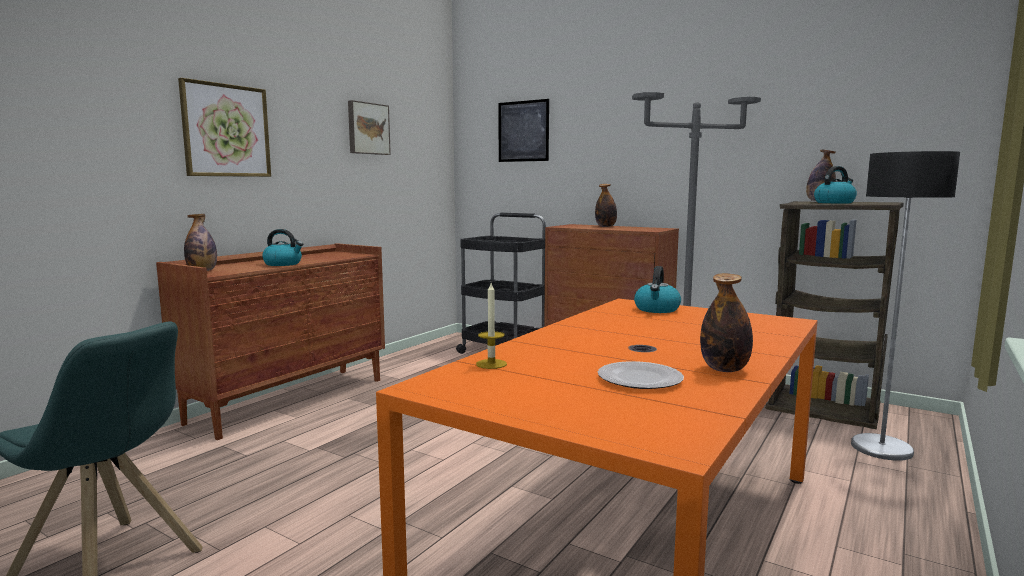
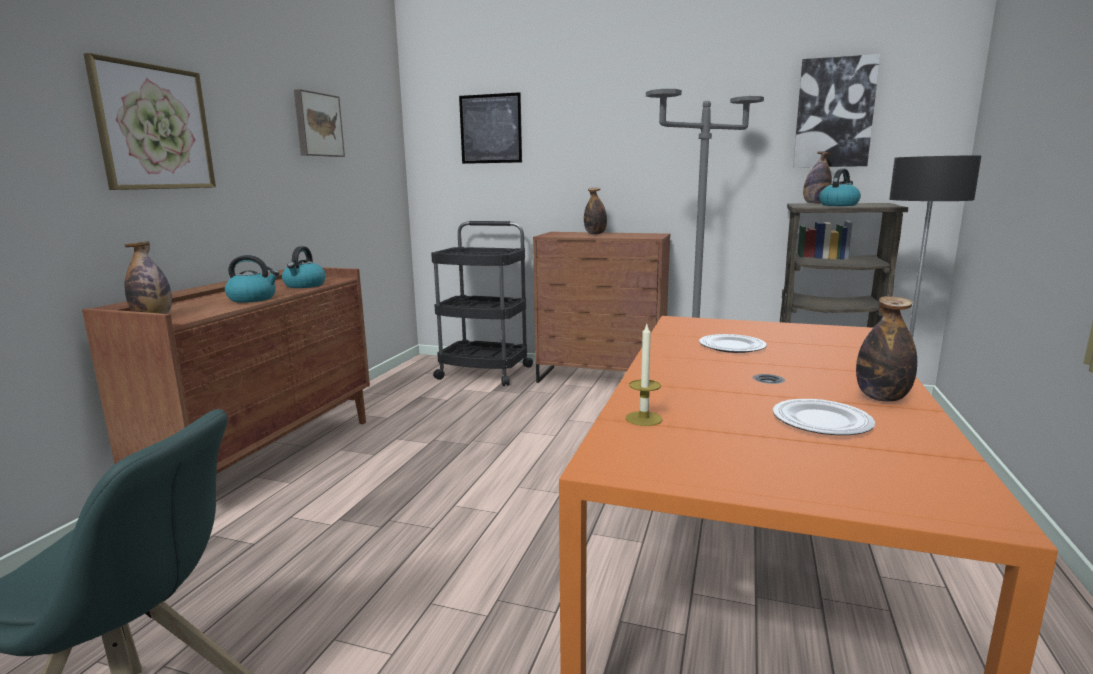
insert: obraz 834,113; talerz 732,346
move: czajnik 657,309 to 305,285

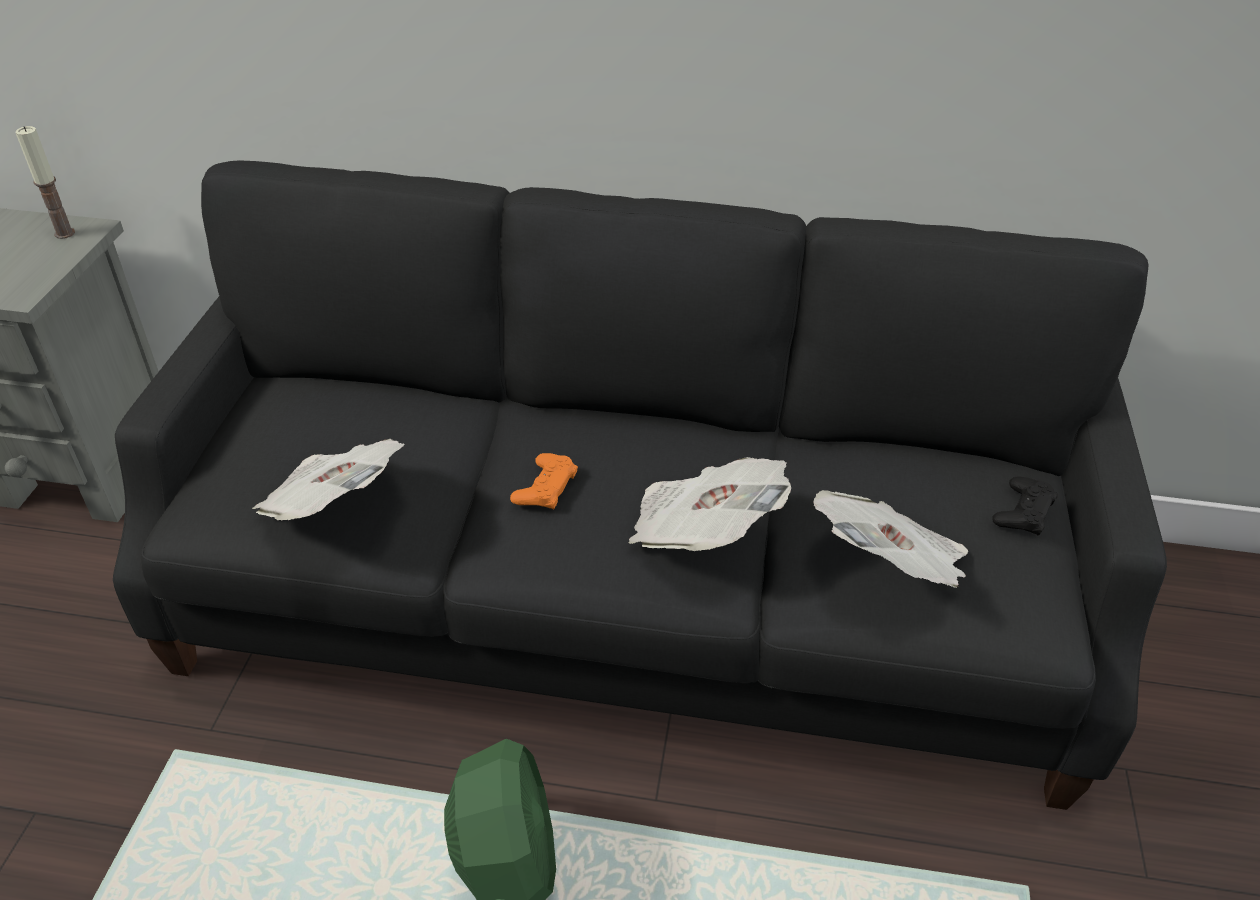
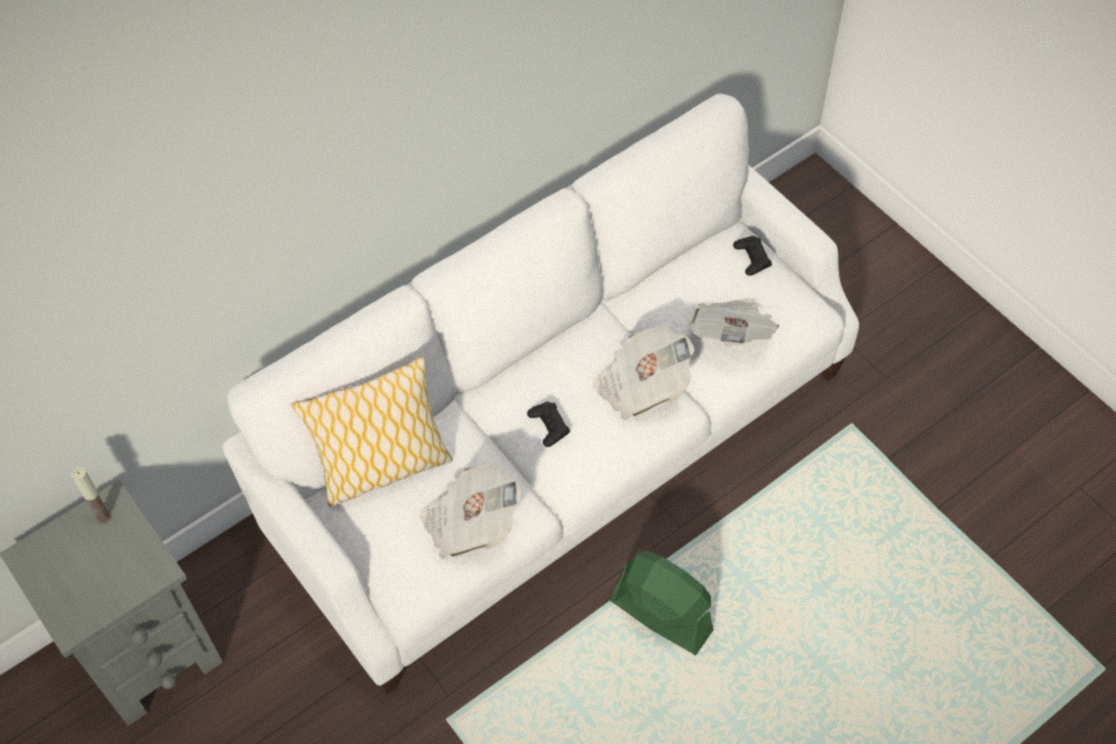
insert: poduszka 383,468
recolor: kanapa (czarny) 628,607 to kanapa (biały) 559,450; pad do gier (pomarańczowy) 545,487 to pad do gier (czarny) 549,426

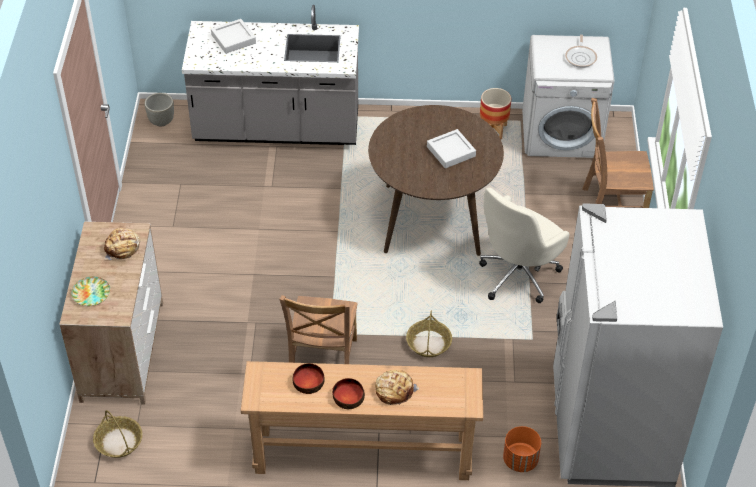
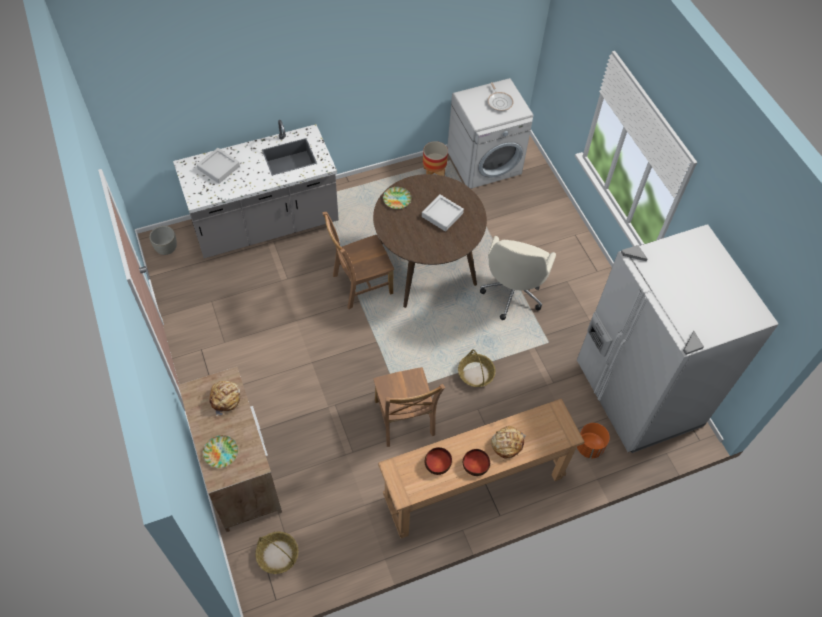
insert: talerz 397,199
move: krzesło (brązowy) 610,206 to 360,285

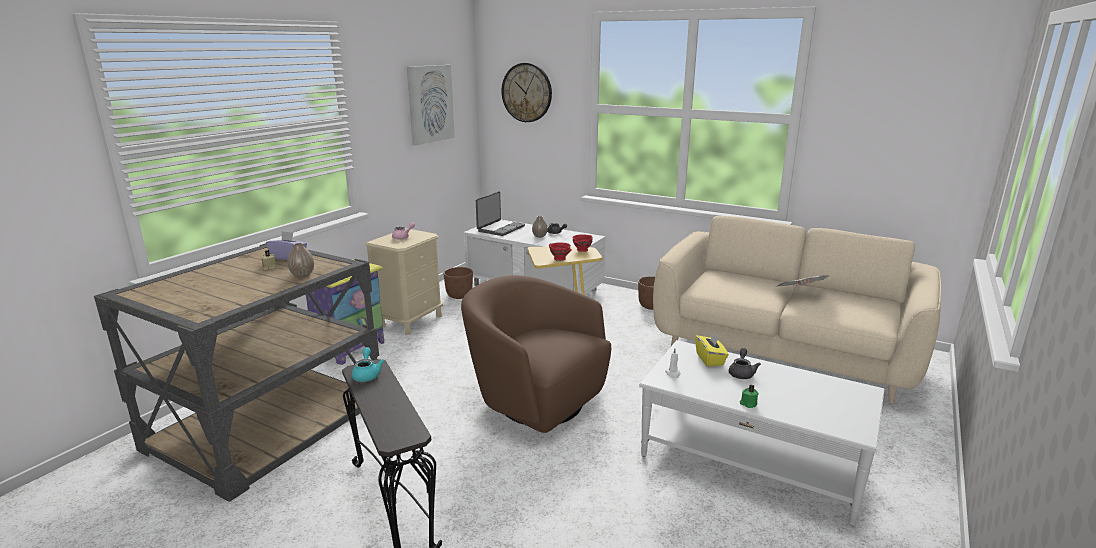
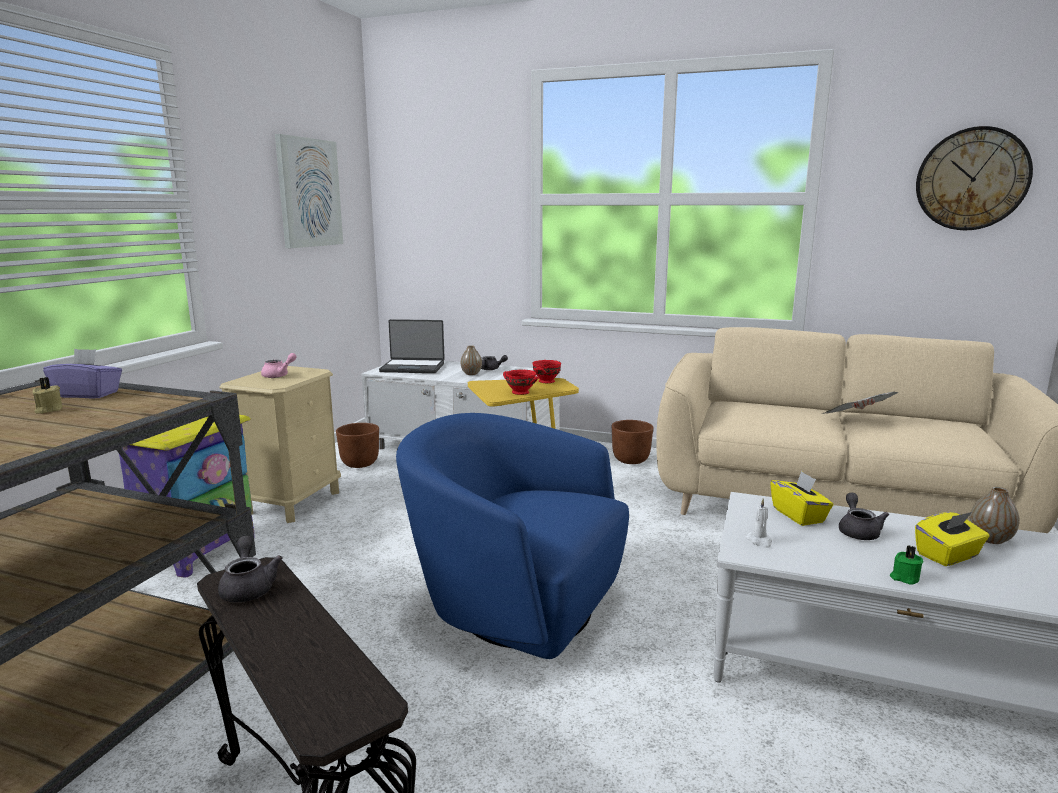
insert: pudełko chusteczek (żółty) 948,555
move: zegar ścienny 527,92 to 971,179; wazon 302,275 to 990,539
recolor: fotel (brązowy) 534,400 to fotel (niebieski) 514,606; imbryk (turkusowy) 367,374 to imbryk (szary) 248,587
rotate: laptop 500,228 = 413,367 75 degrees clockwise

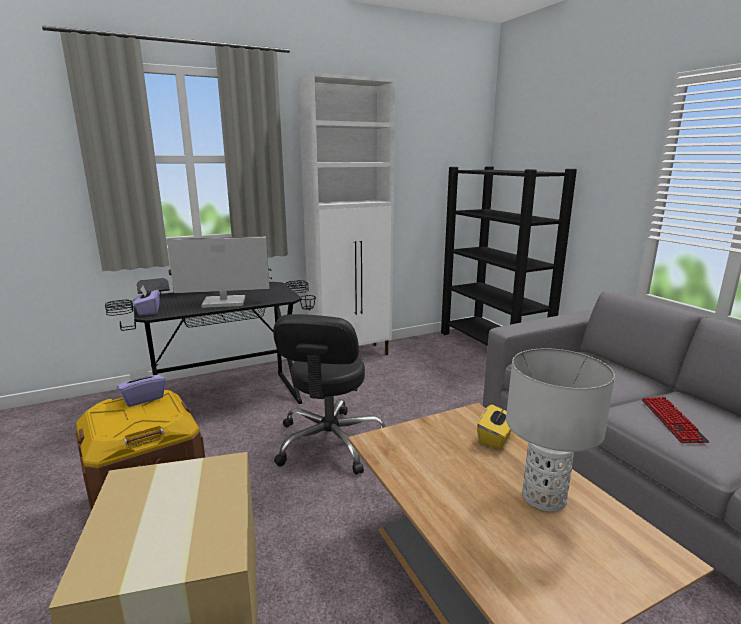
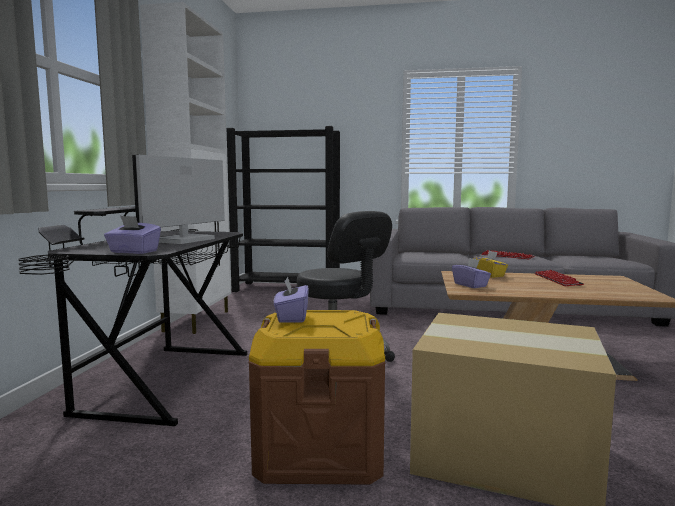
insert: pudełko chusteczek (fioletowy) 470,285
replace: lampa stołowa (biały) 544,497 to klawiatura 557,280

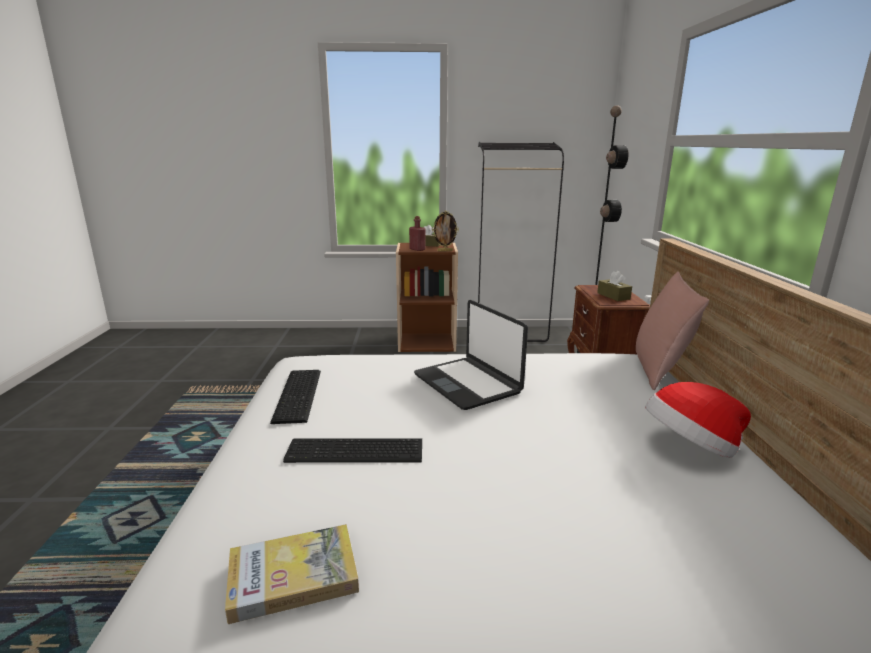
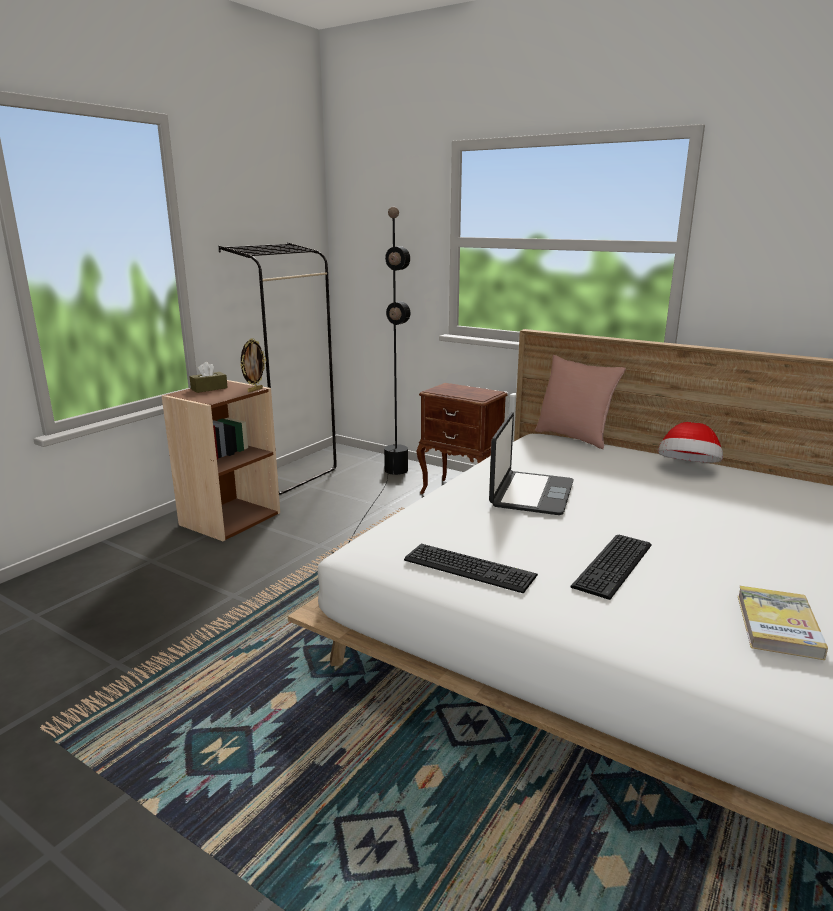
delete: butelka (czerwony) 417,249; pudełko chusteczek (brązowy) 613,296
rotate: laptop 468,383 = 531,494 75 degrees counterclockwise

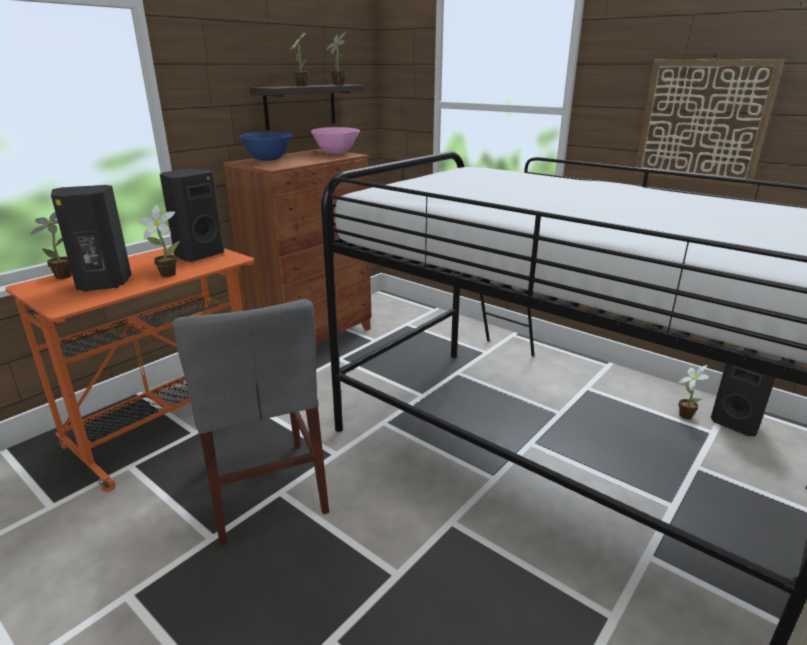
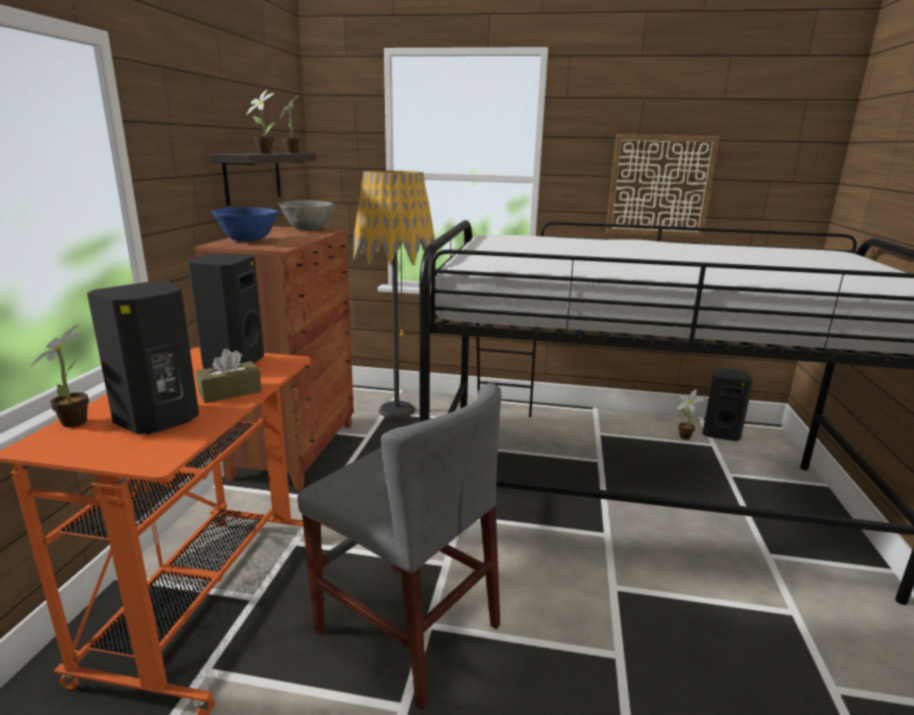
insert: lampa stojąca 396,410
replace: roślina doniczkowa 166,274 to pudełko chusteczek (brązowy) 230,392
recolor: miska (różowy) 336,153 to miska (szary) 309,230

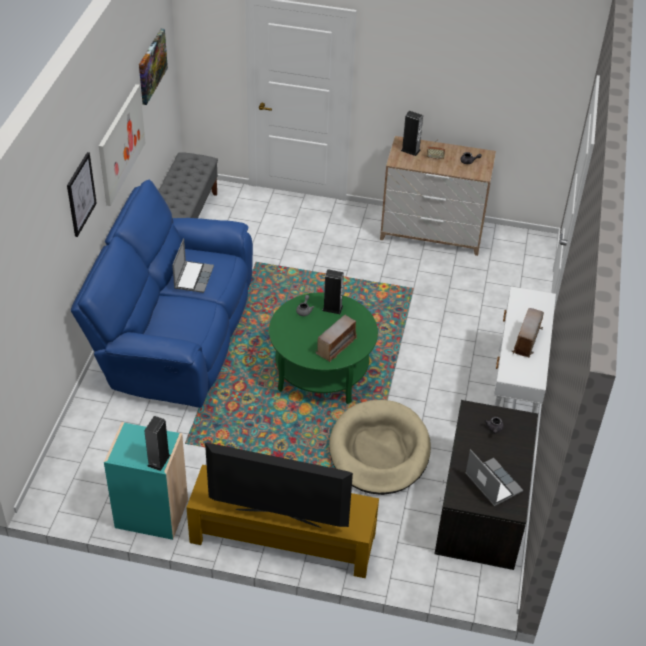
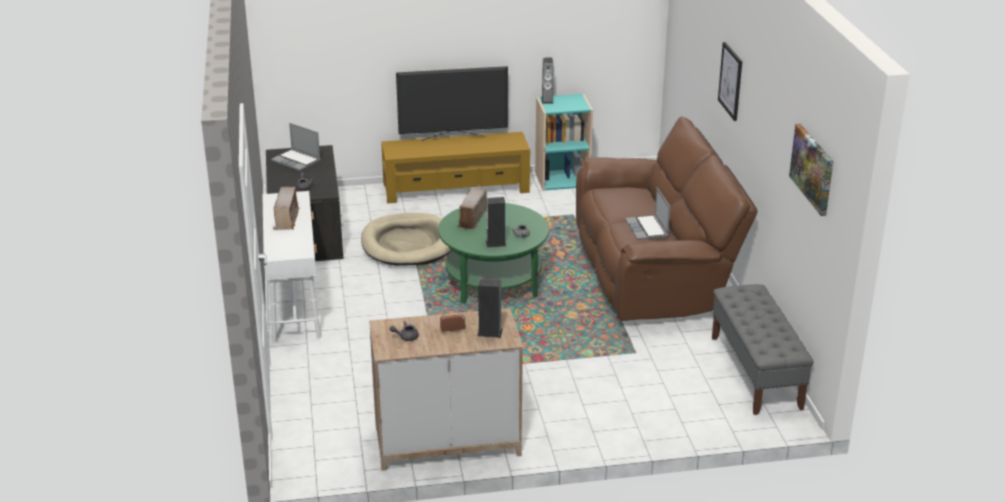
delete: obraz 121,144
recolor: kanapa (niebieski) 174,336 to kanapa (brązowy) 654,273

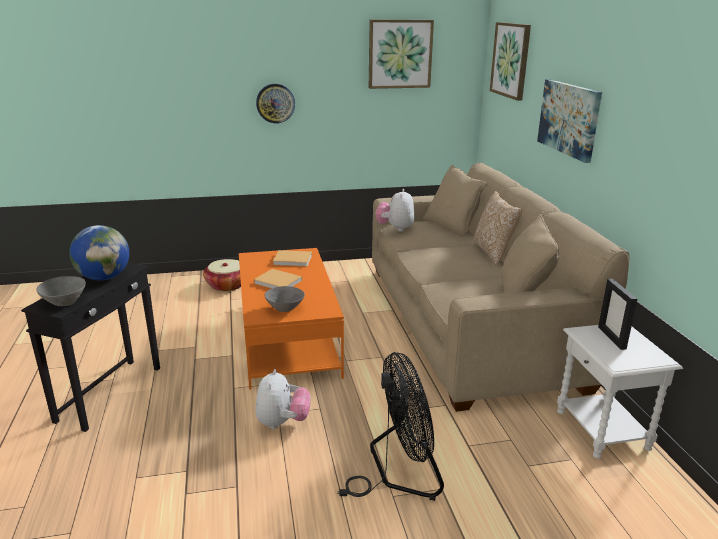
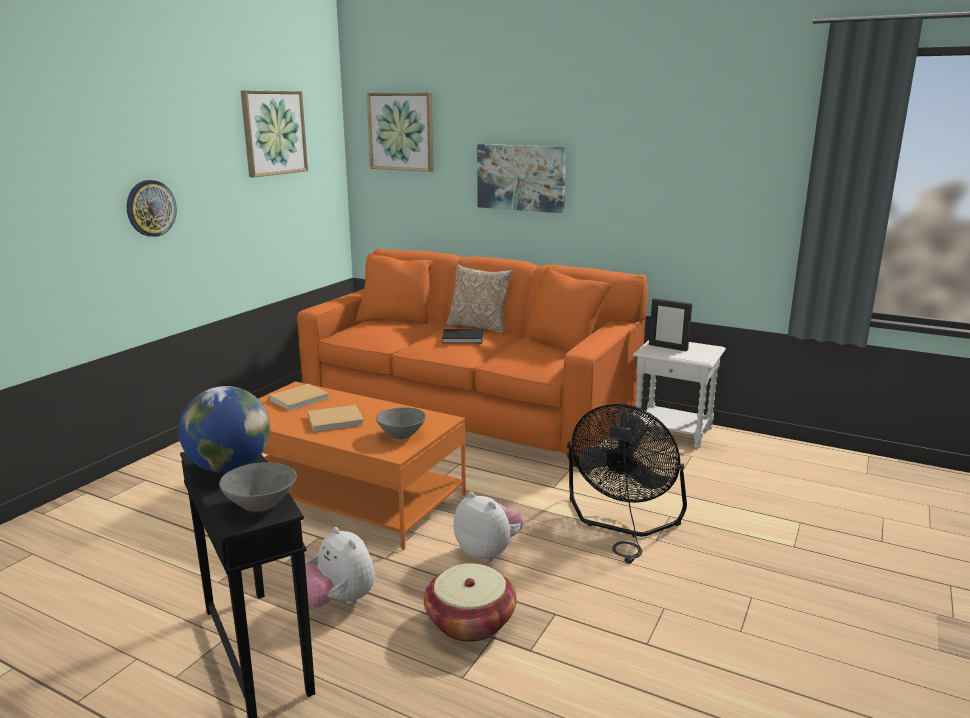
insert: książka (czarny) 464,338
move: pluszak 395,228 to 338,601; koszyk 227,285 to 470,622
recolor: kanapa (beżowy) 465,323 to kanapa (pomarańczowy) 469,410

